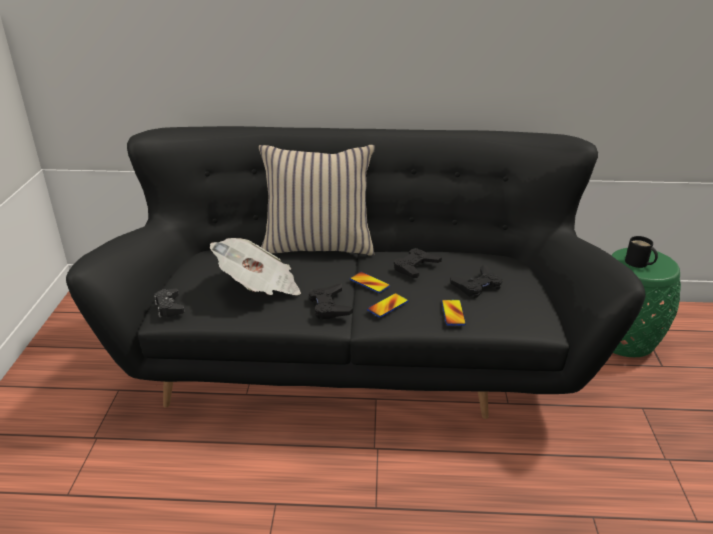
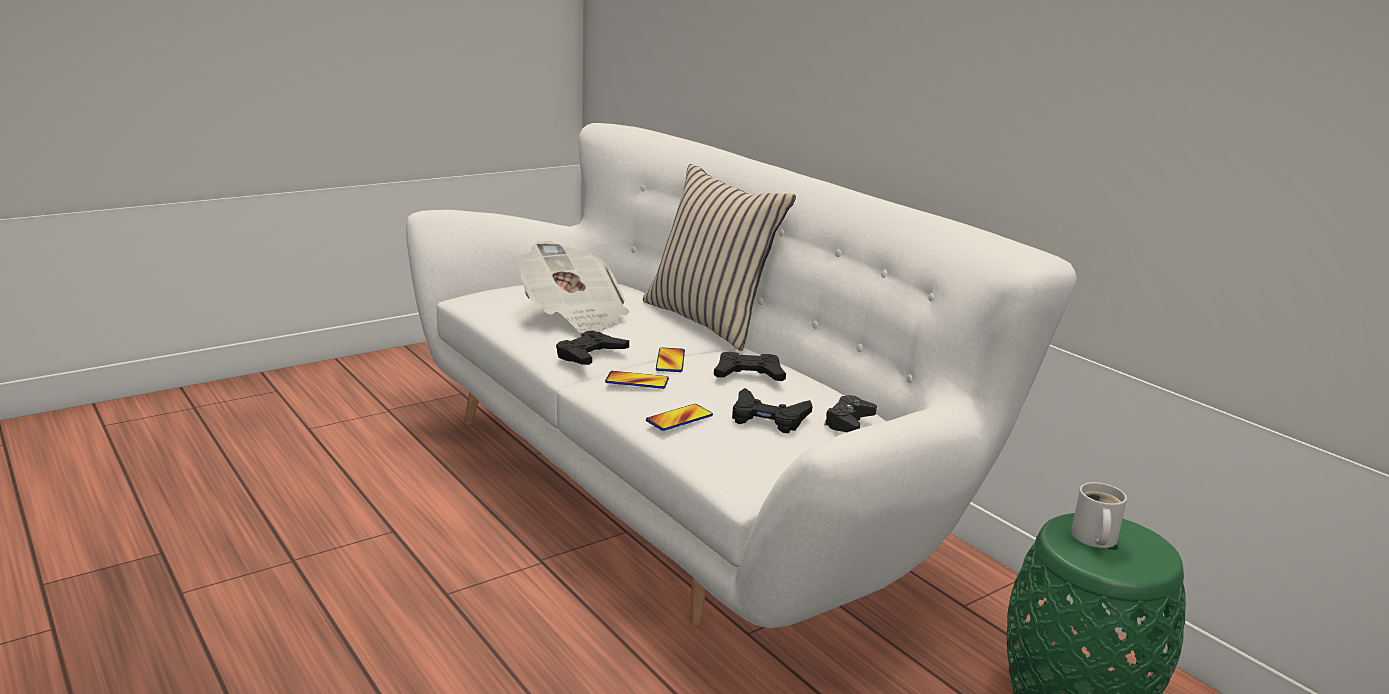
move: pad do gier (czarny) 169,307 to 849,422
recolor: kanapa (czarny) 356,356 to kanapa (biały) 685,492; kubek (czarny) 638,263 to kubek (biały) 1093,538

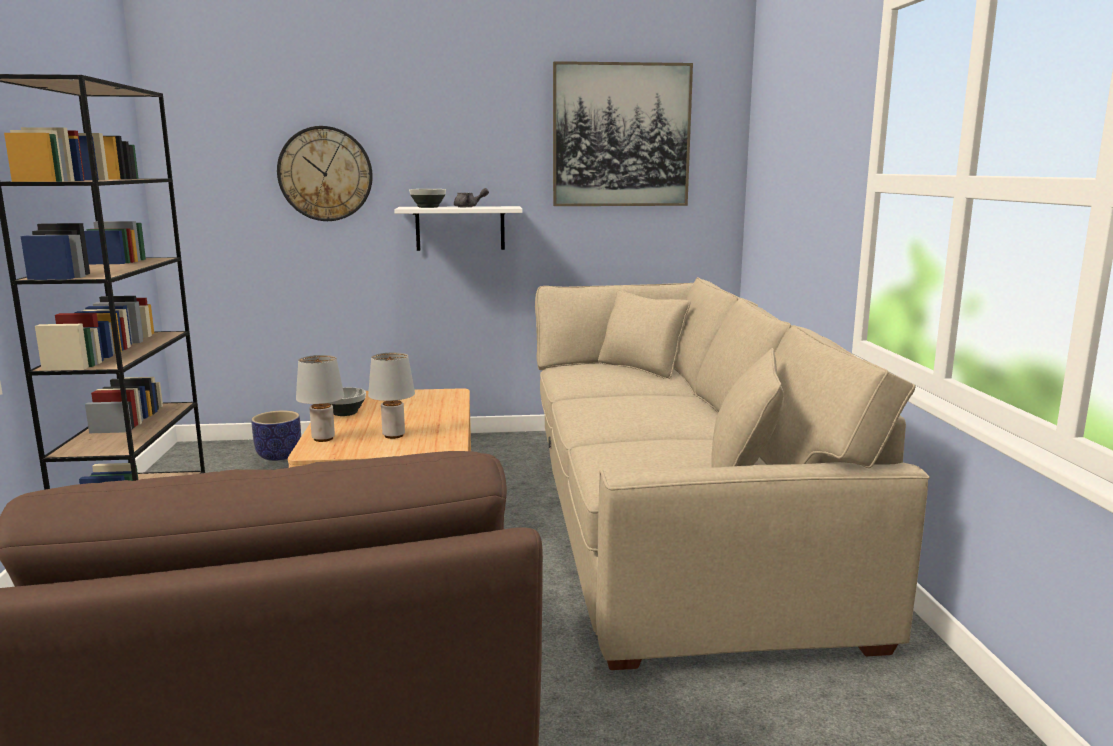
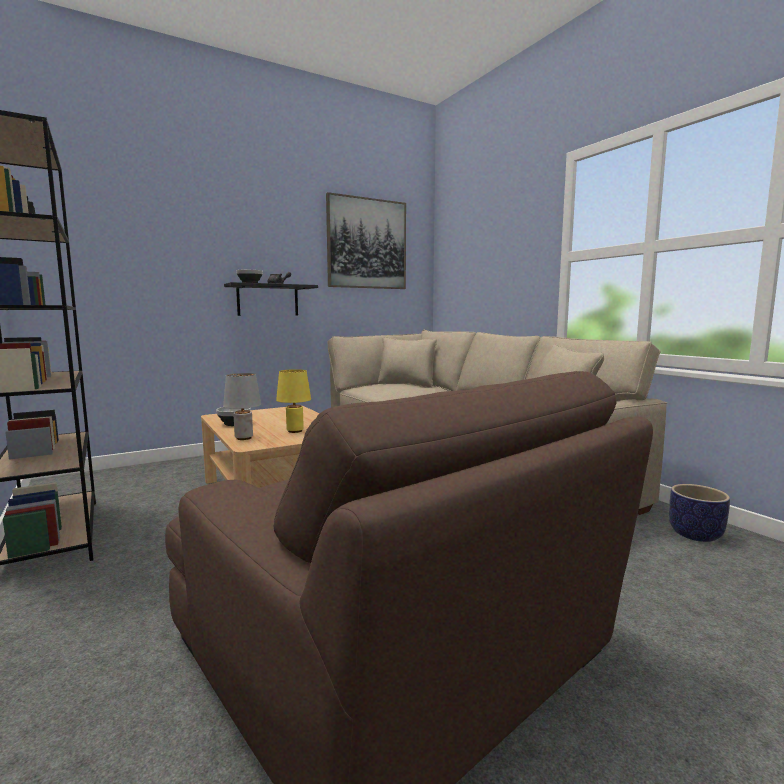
delete: zegar ścienny 325,174
move: donica 279,456 to 696,535
recolor: półka (biały) 460,228 to półka (czarny) 268,300; lampa stołowa (szary) 393,435 to lampa stołowa (żółty) 294,431

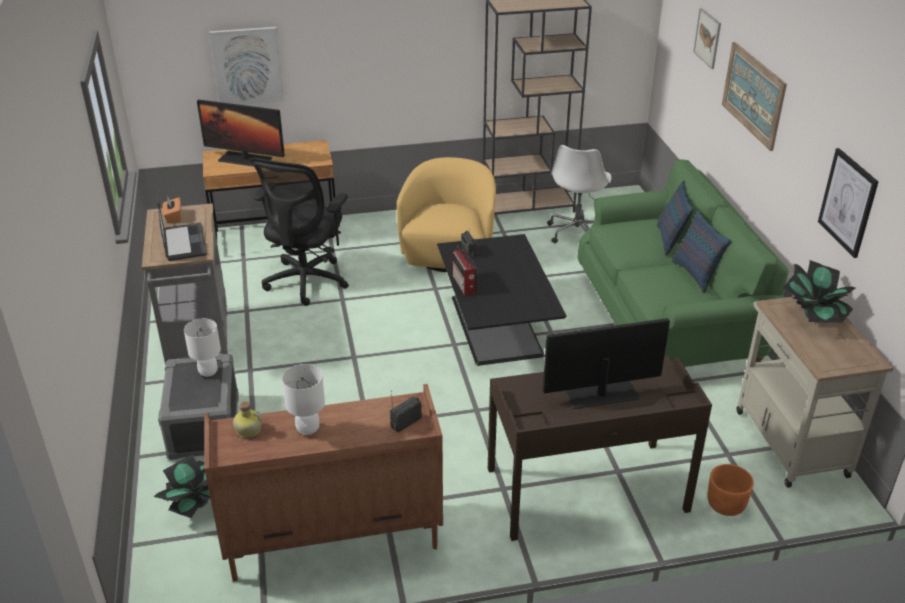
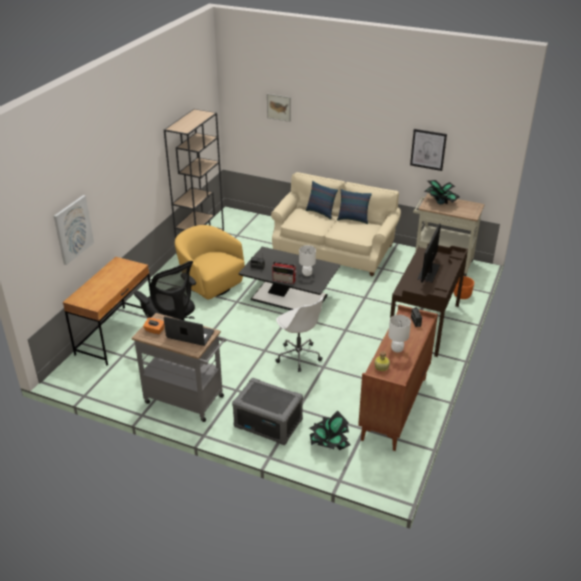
delete: obraz 753,94; monitor 245,159
move: krzesło biurowe (biały) 576,234 to 299,357; lampa stołowa (biały) 207,373 to 307,274
recolor: kanapa (zielony) 667,315 to kanapa (beżowy) 334,250

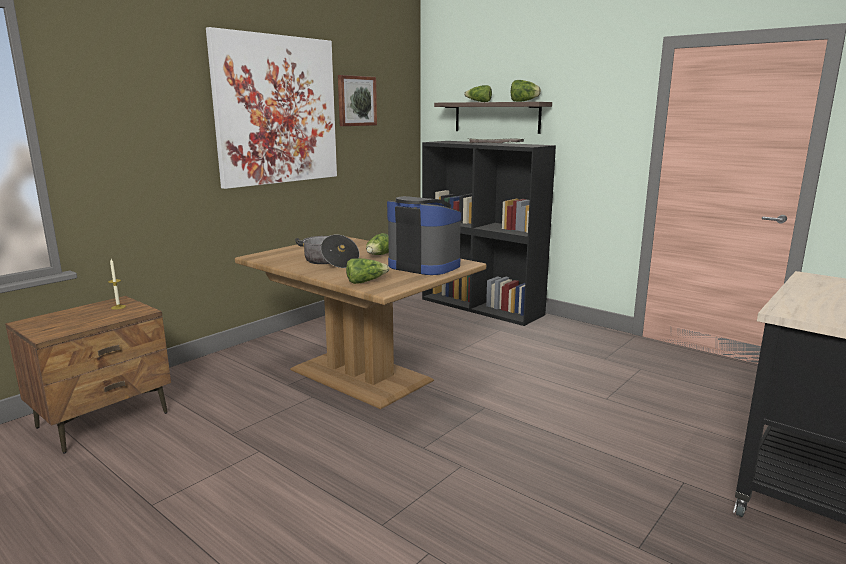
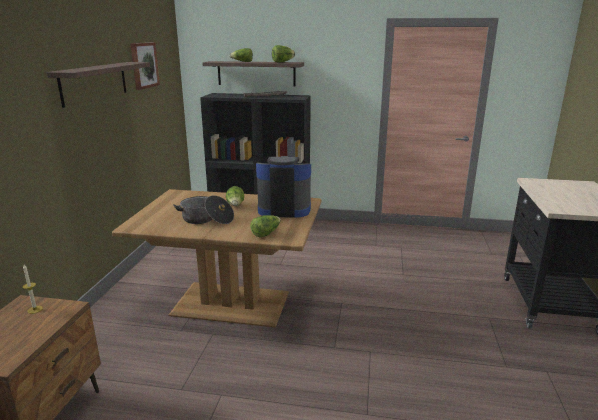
replace: obraz 277,110 to półka 94,82

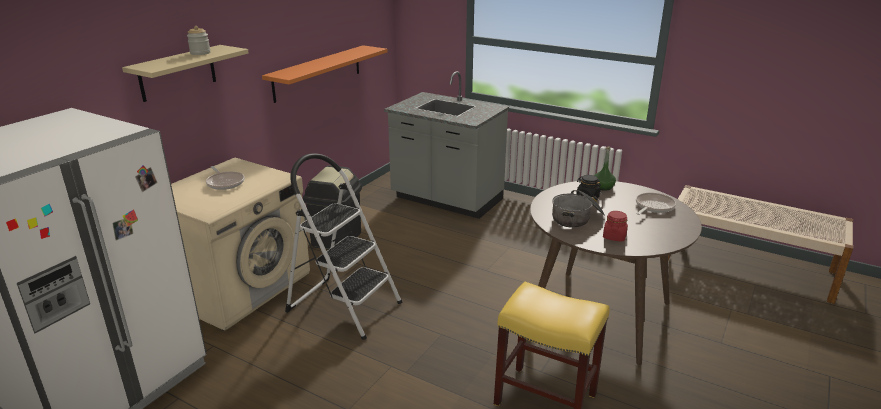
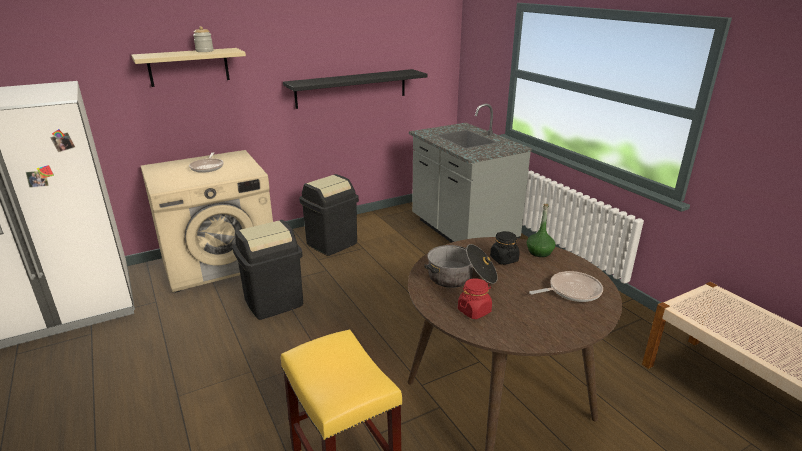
replace: drabinka 342,306 to kosz na śmieci (czarny) 274,302
recolor: półka (pomarańczowy) 318,73 to półka (czarny) 352,88

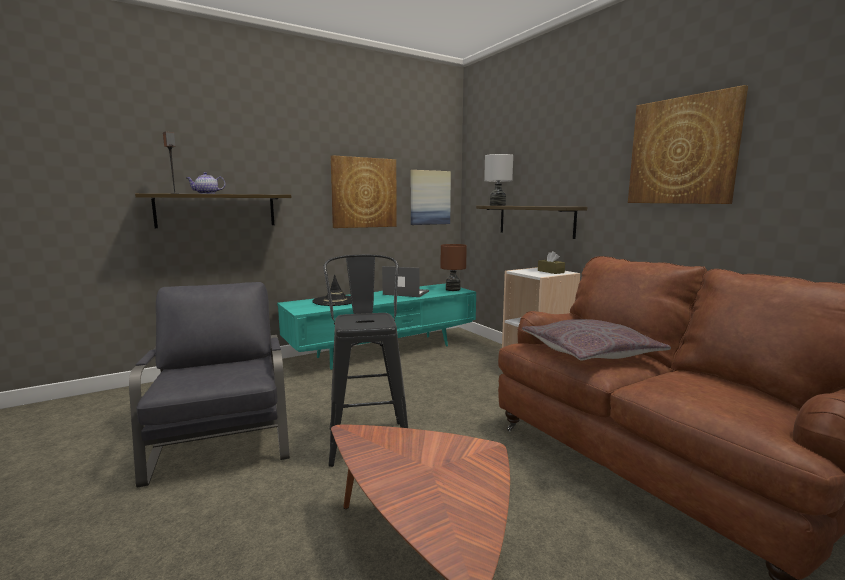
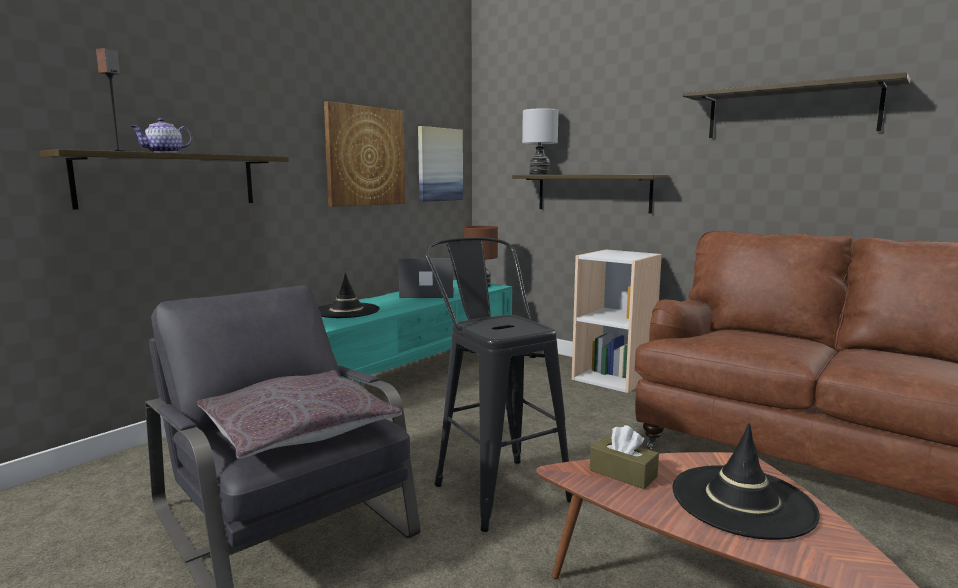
insert: kapelusz (czarny) 742,501
move: pudełko chusteczek (brązowy) 550,271 to 623,473; poduszka (szary) 589,352 to 296,429
replace: obraz 682,151 to półka 790,111

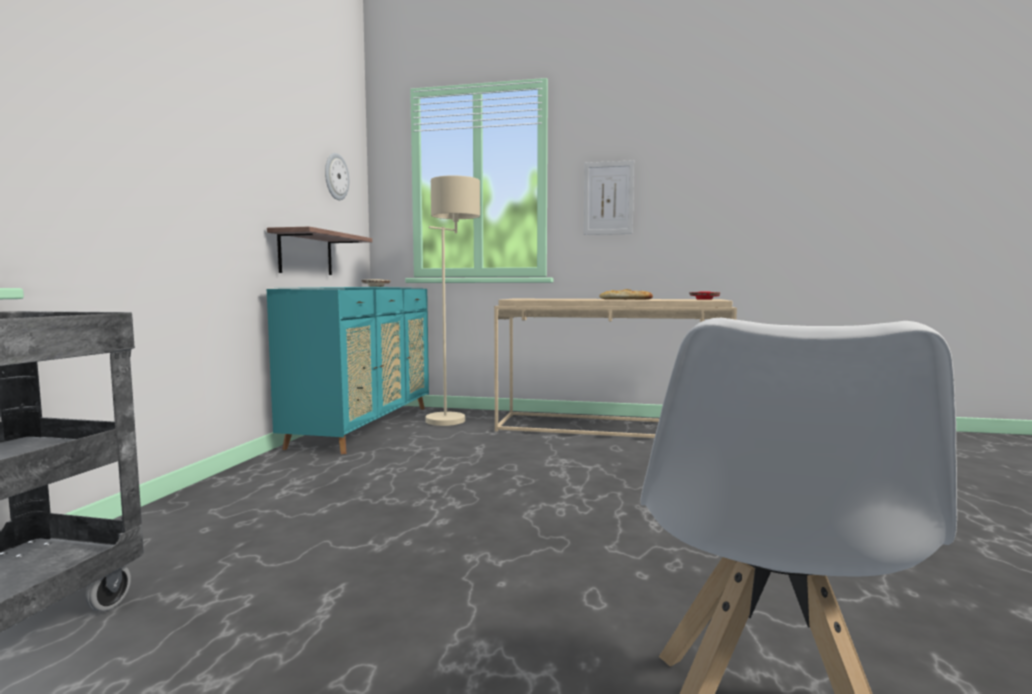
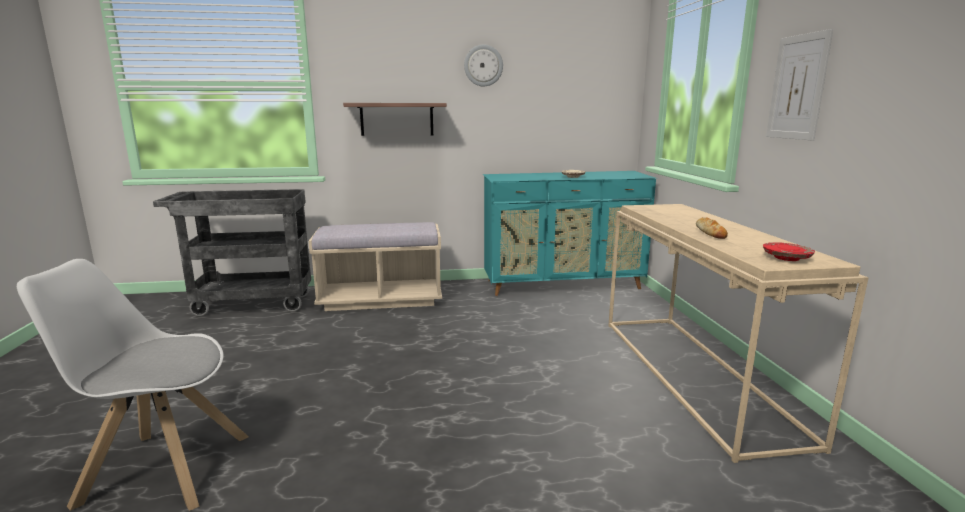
delete: lampa stojąca (beżowy) 453,418
insert: ławka (beżowy) 381,299
move: zegar ścienny 336,176 to 483,65; półka 305,253 to 397,119

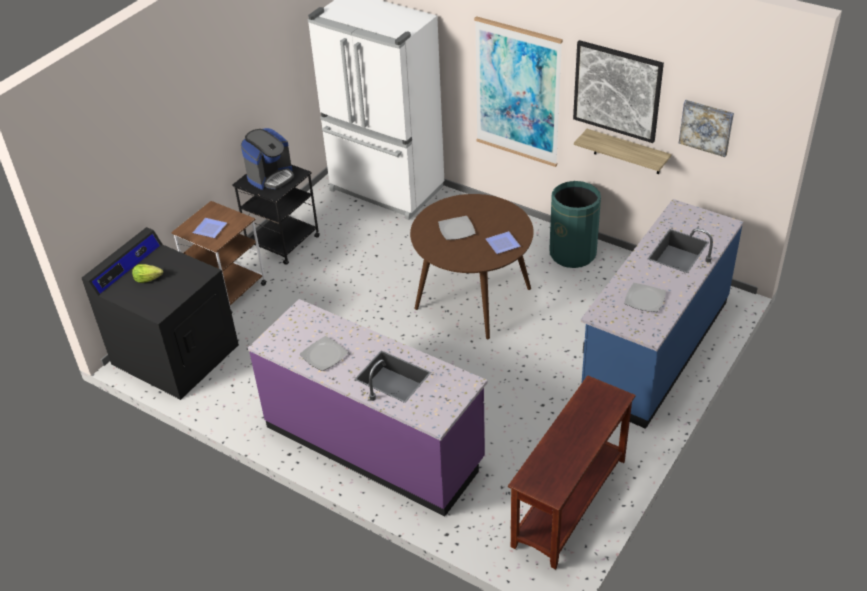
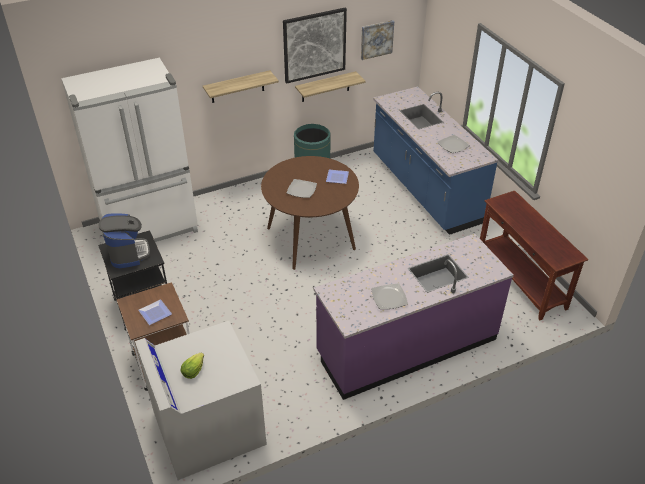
replace: obraz 517,92 to półka 237,87
recolor: pralka (czarny) 176,354 to pralka (biały) 209,427

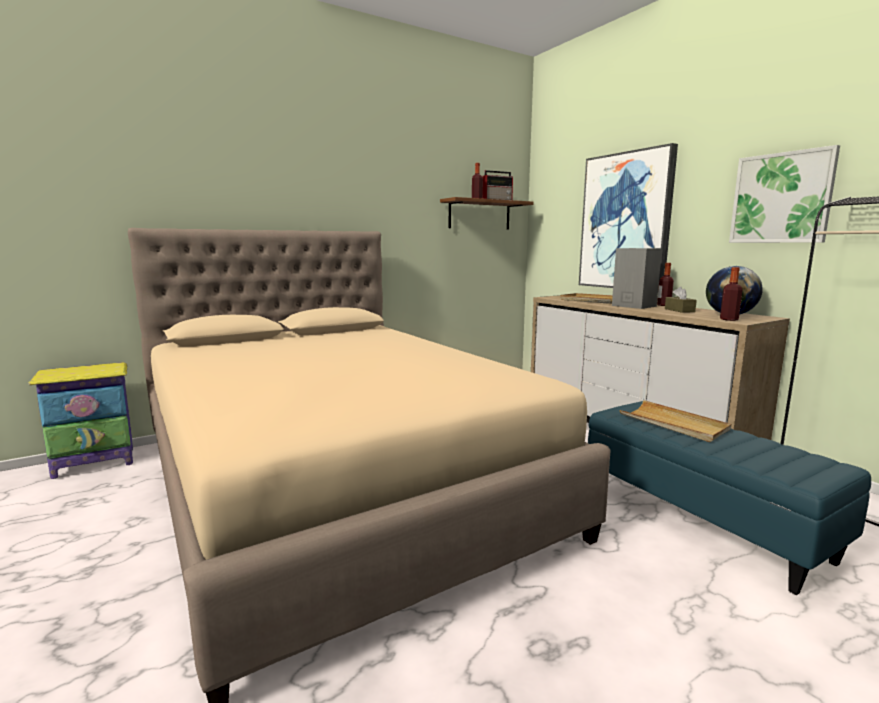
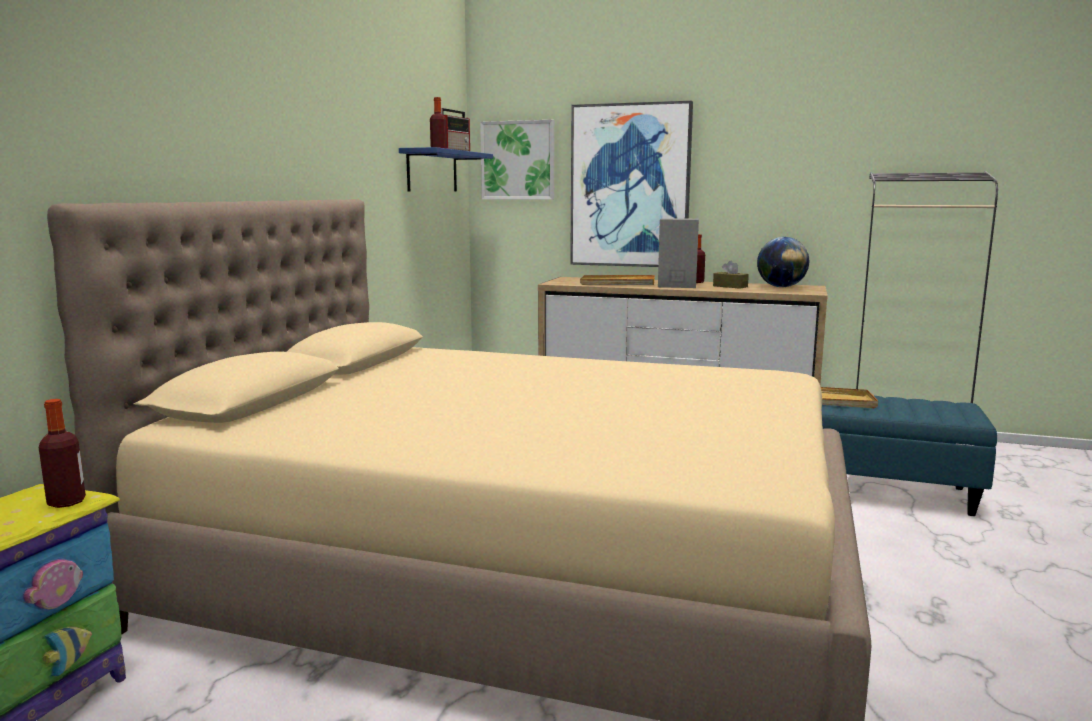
move: obraz 781,198 to 518,160; butelka 729,319 to 66,502
recolor: półka (brązowy) 479,215 to półka (niebieski) 432,171

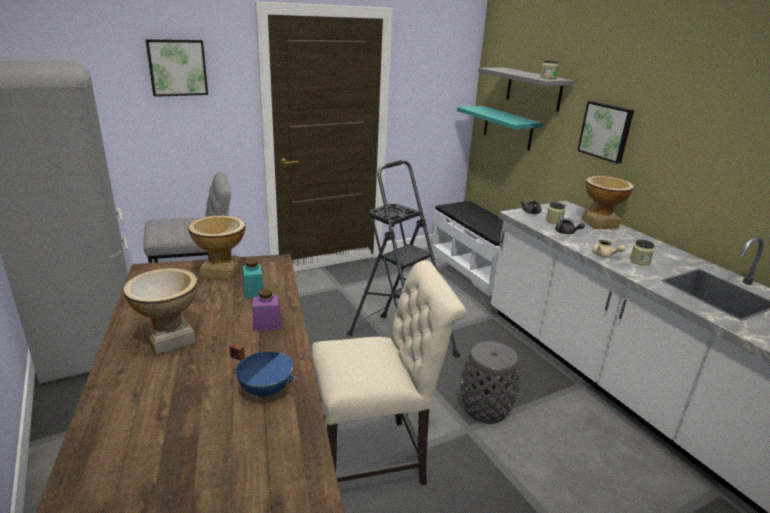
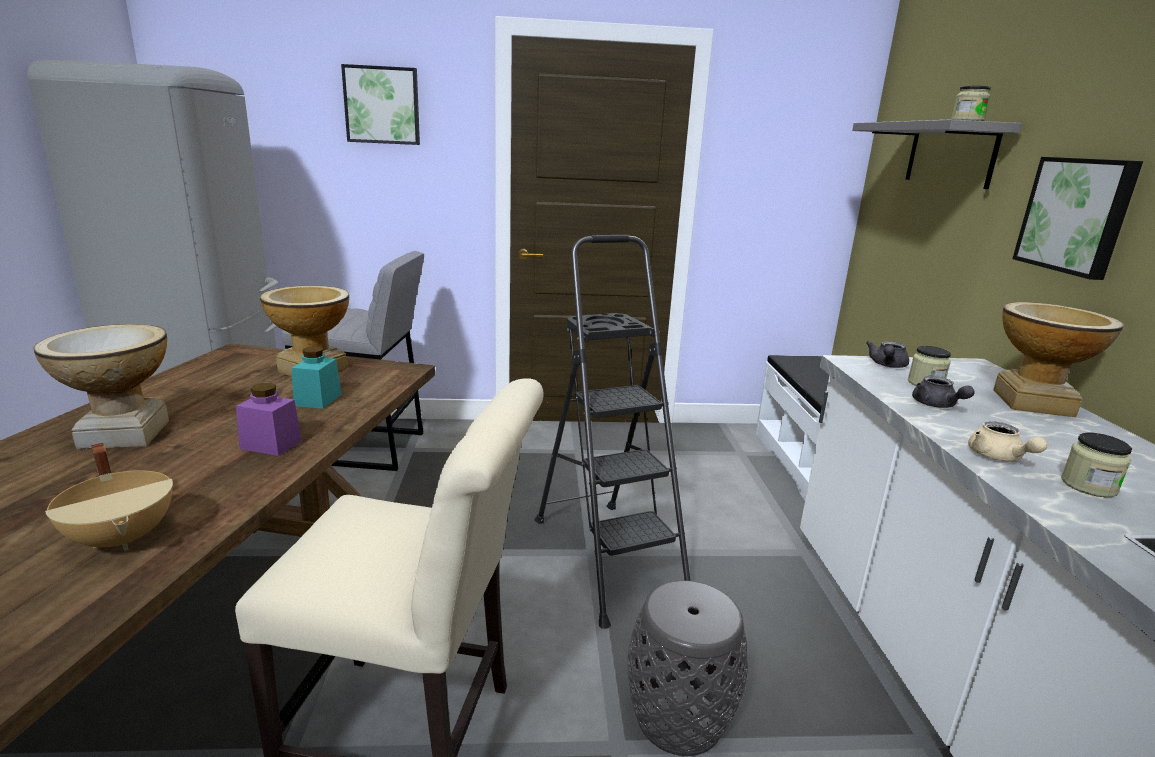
delete: półka (turkusowy) 507,128
recolor: garnek (niebieski) 266,389 to garnek (beżowy) 124,538

